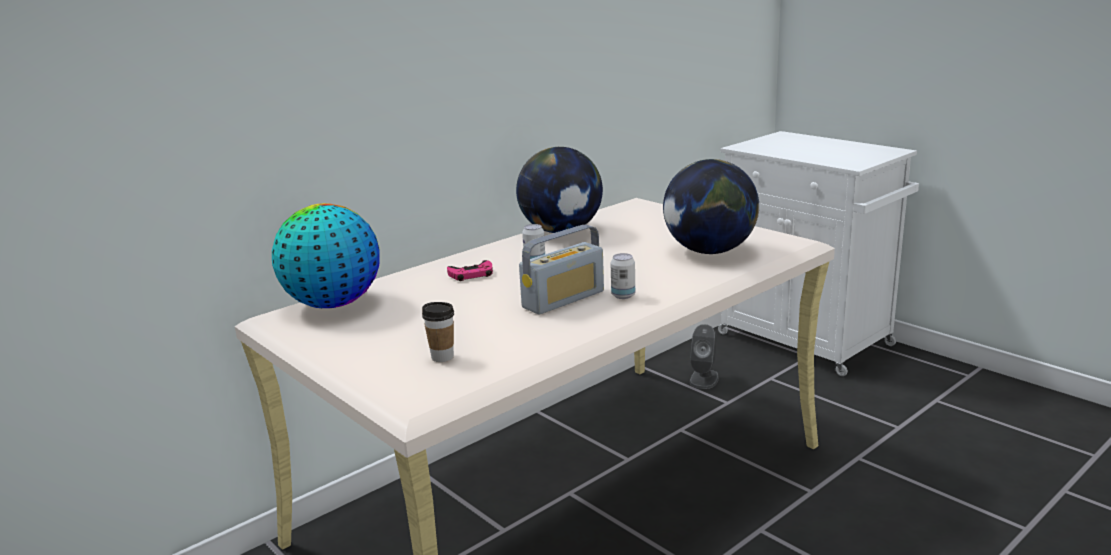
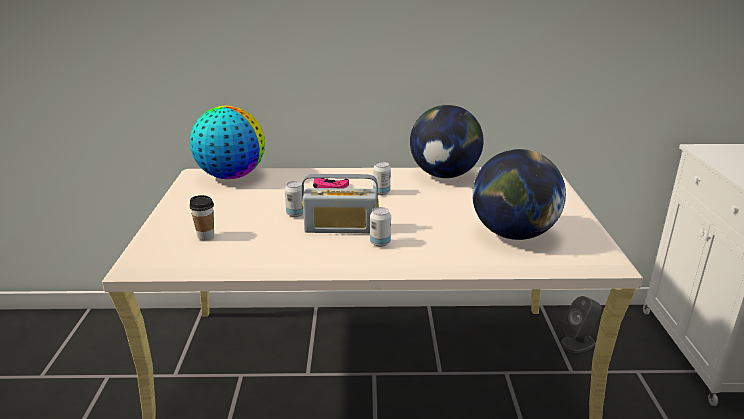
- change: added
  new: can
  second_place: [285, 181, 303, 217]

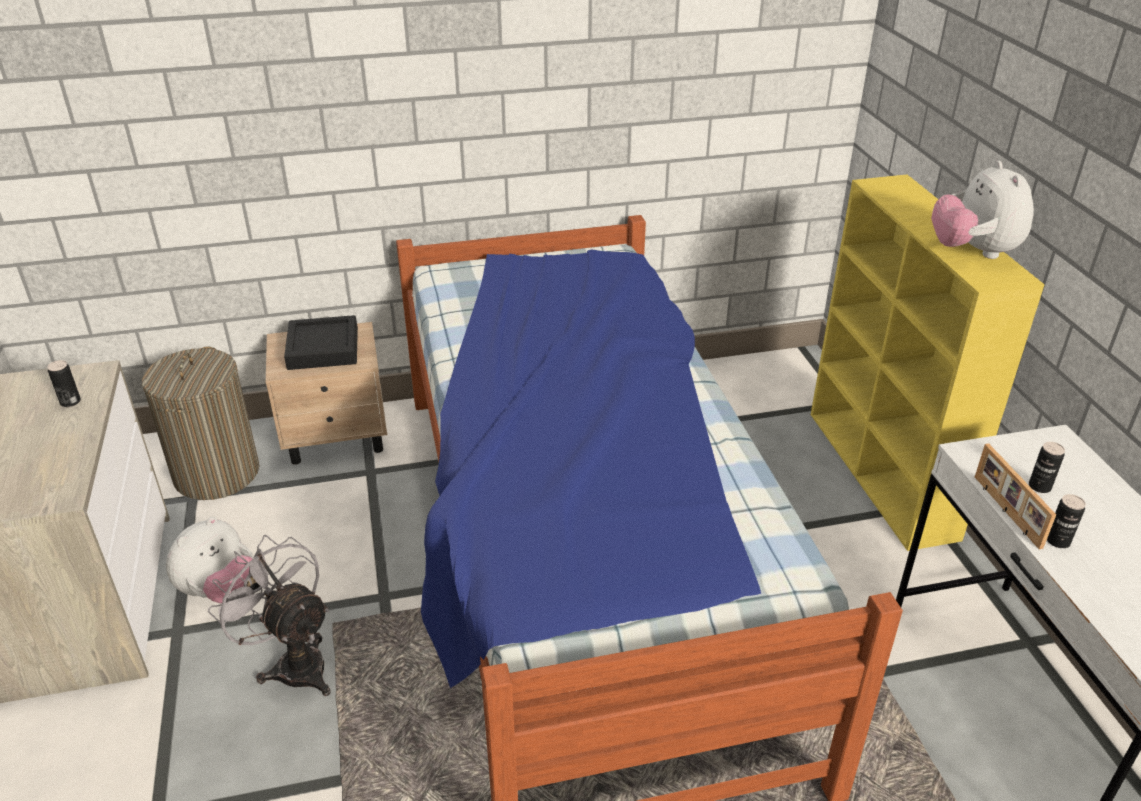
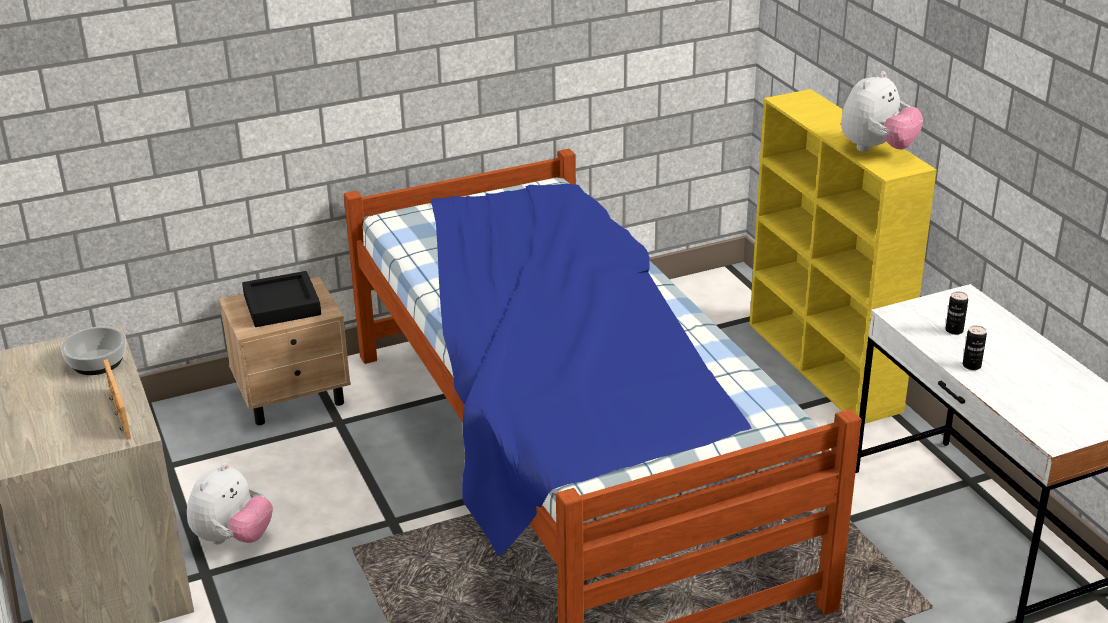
- change: replaced
  old: can
  new: bowl
  first_place: [47, 360, 81, 407]
  second_place: [61, 327, 126, 375]
- change: moved
  old: picture frame
  first_place: [975, 443, 1056, 549]
  second_place: [103, 359, 131, 440]
- change: turned
  old: soft toy
  first_place: [931, 161, 1034, 259]
  second_place: [841, 71, 923, 152]
  degrees: -120
- change: removed
  old: washing basket
  first_place: [142, 346, 259, 500]
- change: removed
  old: electric fan (grey)
  first_place: [208, 535, 331, 696]

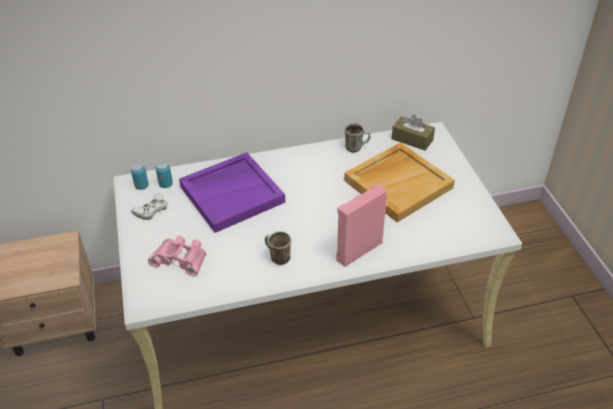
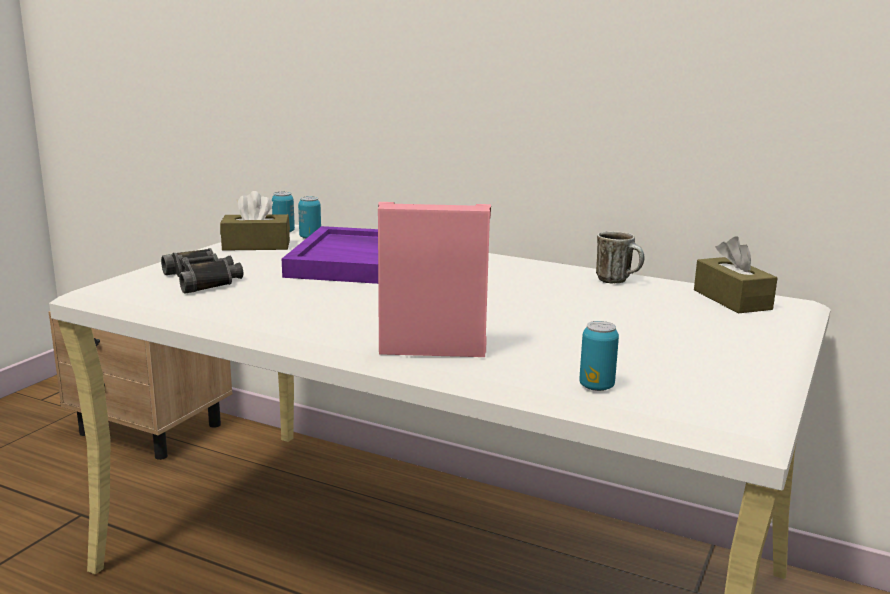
- change: recoloured
  old: binoculars (pink-coloured)
  new: binoculars (black)
  first_place: [148, 236, 206, 276]
  second_place: [161, 248, 243, 293]
- change: replaced
  old: gamepad (white-coloured)
  new: box of tissues (brown-coloured)
  first_place: [131, 193, 167, 220]
  second_place: [220, 191, 290, 251]
- change: added
  new: can
  second_place: [579, 321, 619, 391]
- change: removed
  old: coffee mug
  first_place: [265, 231, 291, 265]
- change: removed
  old: carrying tray (beige-coloured)
  first_place: [344, 142, 455, 222]

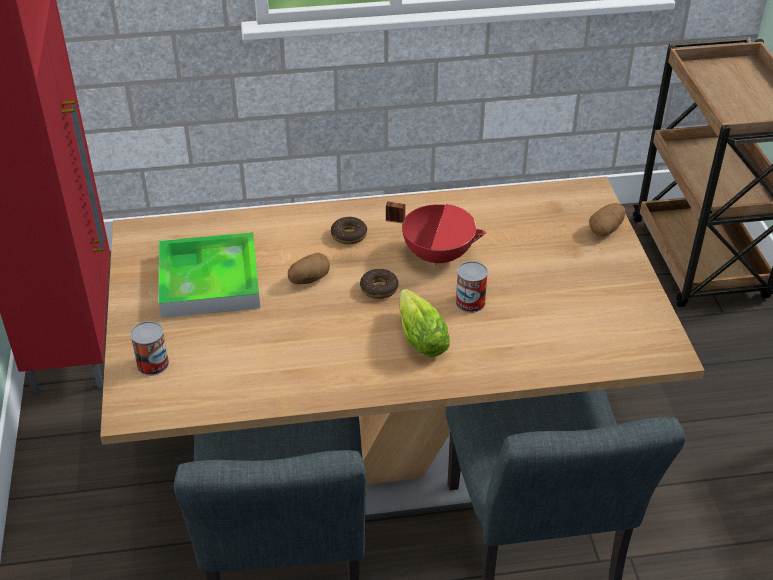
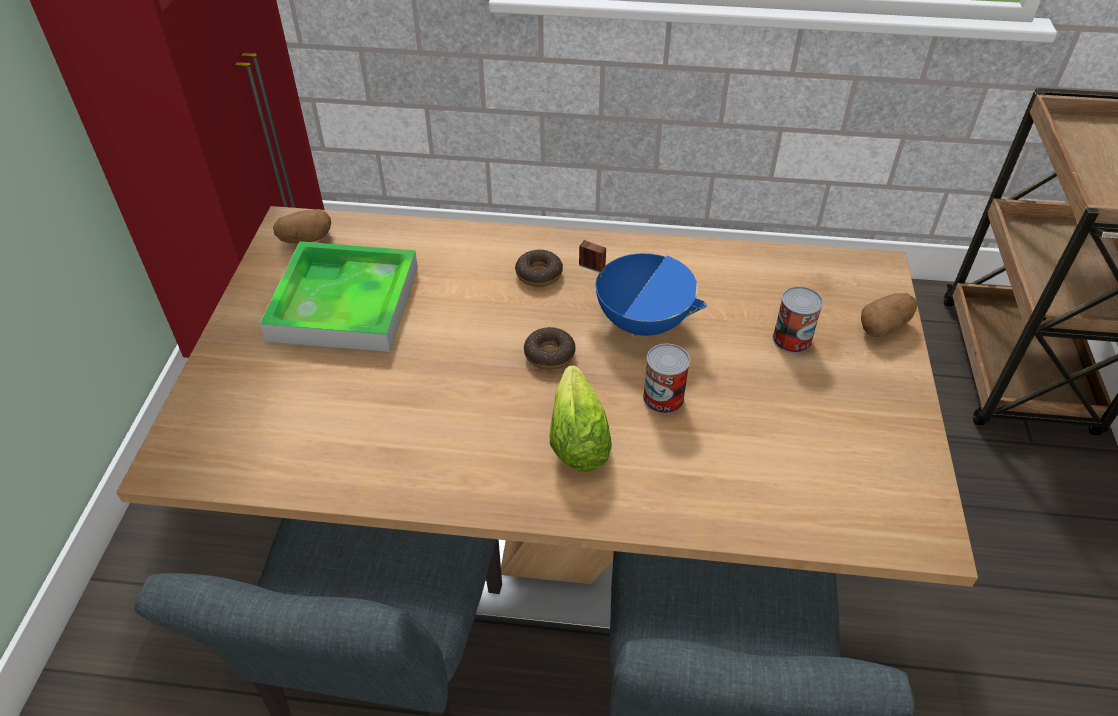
- change: moved
  old: potato
  first_place: [288, 253, 330, 284]
  second_place: [273, 209, 331, 244]
- change: recoloured
  old: cooking pot (red-coloured)
  new: cooking pot (blue)
  first_place: [386, 202, 486, 267]
  second_place: [579, 240, 707, 337]
- change: moved
  old: can
  first_place: [130, 321, 169, 376]
  second_place: [772, 286, 823, 353]

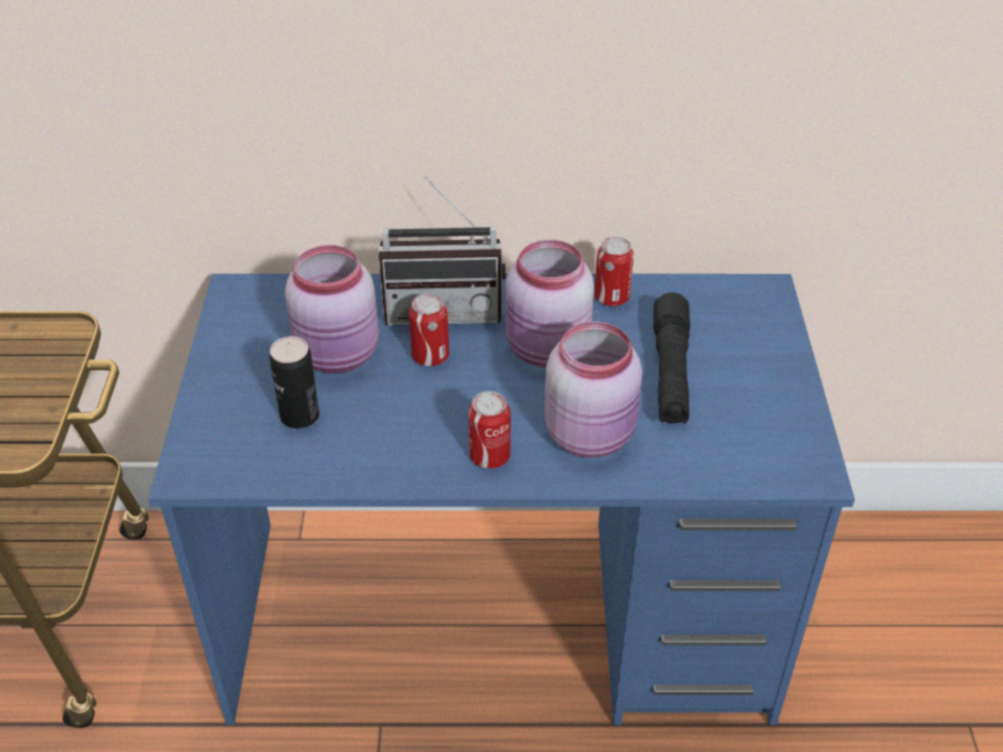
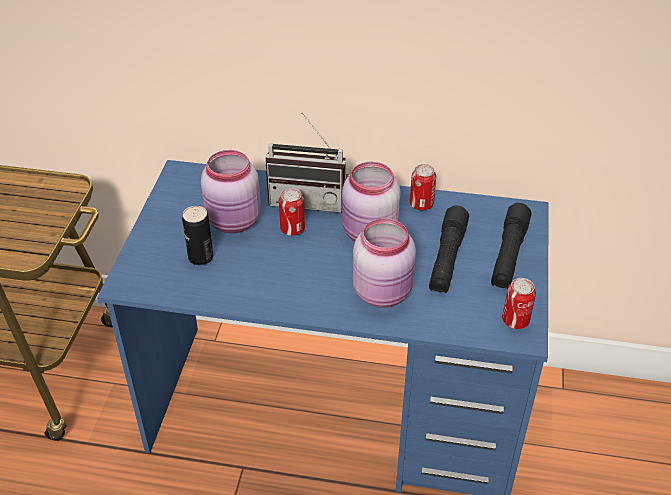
- change: added
  new: torch (black)
  second_place: [491, 203, 532, 289]
- change: moved
  old: can
  first_place: [468, 391, 511, 468]
  second_place: [502, 278, 536, 329]

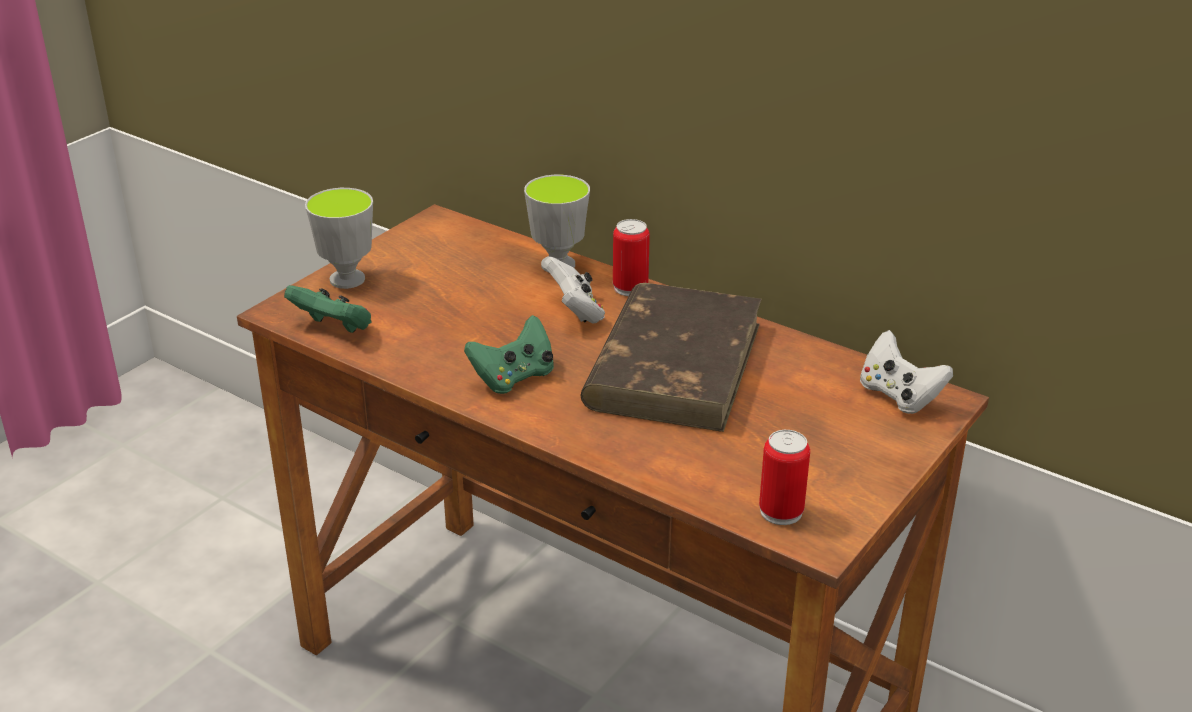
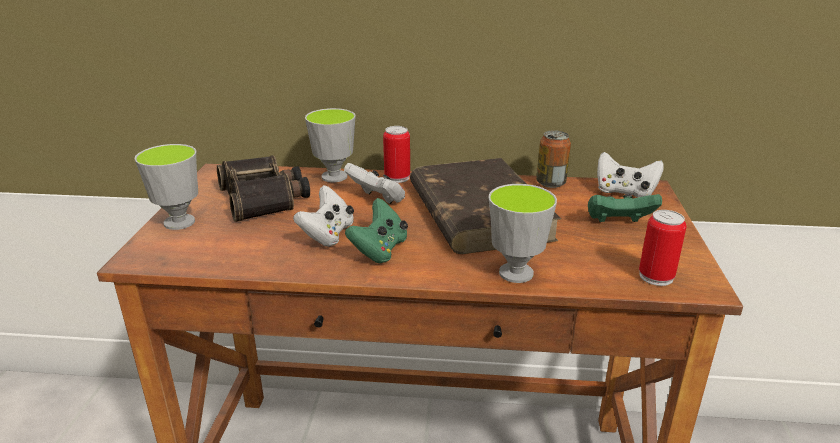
- change: added
  new: binoculars
  second_place: [217, 155, 310, 222]
- change: added
  new: gamepad (white-coloured)
  second_place: [293, 185, 354, 247]
- change: added
  new: small cup
  second_place: [488, 184, 557, 283]
- change: added
  new: can
  second_place: [536, 130, 571, 188]
- change: moved
  old: gamepad (green-coloured)
  first_place: [284, 285, 372, 333]
  second_place: [588, 194, 662, 222]

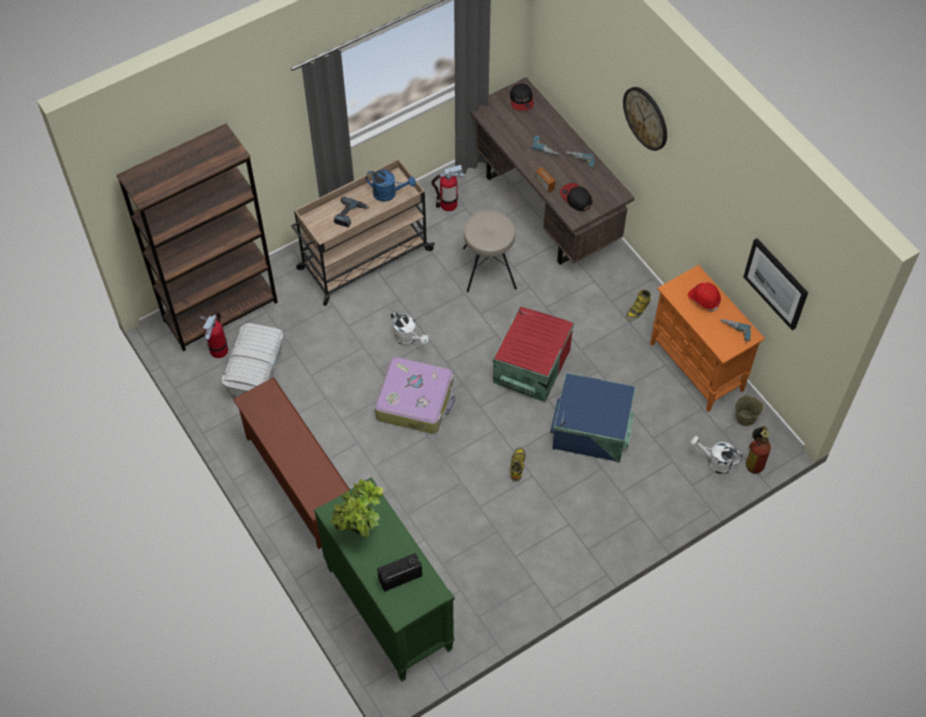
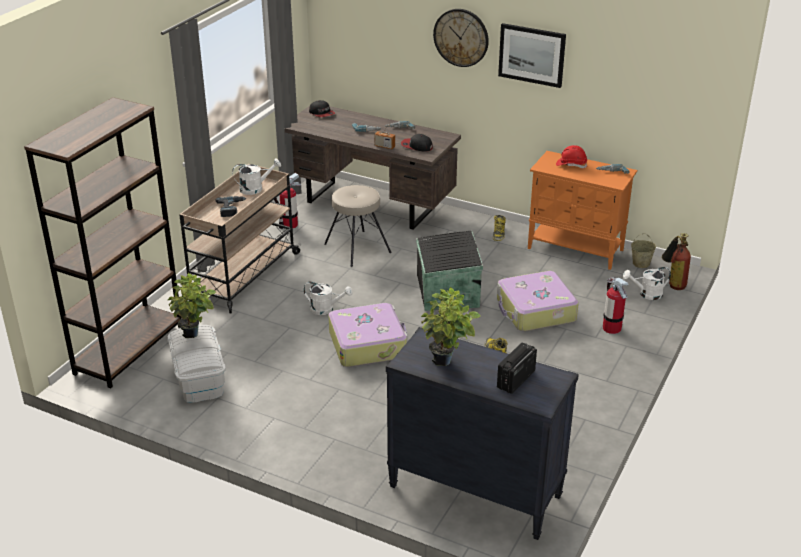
- change: added
  new: potted plant
  second_place: [168, 273, 216, 338]
- change: recoloured
  old: sprinkling can (blue)
  new: sprinkling can (white-coloured)
  first_place: [366, 170, 416, 202]
  second_place: [232, 159, 281, 195]
- change: recoloured
  old: drawer chest (green-coloured)
  new: drawer chest (black)
  first_place: [314, 477, 455, 681]
  second_place: [386, 327, 579, 540]
- change: recoloured
  old: storage box (red-coloured)
  new: storage box (black)
  first_place: [492, 306, 575, 402]
  second_place: [416, 231, 483, 311]
- change: replaced
  old: storage box (blue)
  new: piece of luggage
  first_place: [550, 373, 636, 463]
  second_place: [497, 271, 579, 331]
- change: moved
  old: wall picture
  first_place: [743, 238, 808, 330]
  second_place: [498, 23, 566, 88]
- change: moved
  old: fire-fighting cylinder
  first_place: [199, 313, 228, 358]
  second_place: [603, 277, 628, 334]
- change: removed
  old: shoe shelf (brown-coloured)
  first_place: [233, 377, 350, 549]

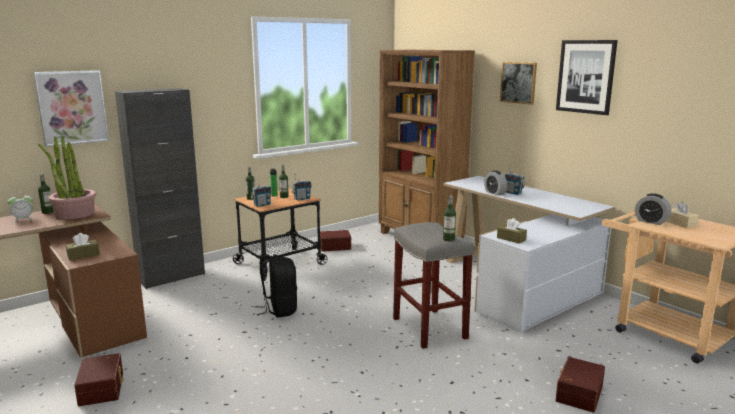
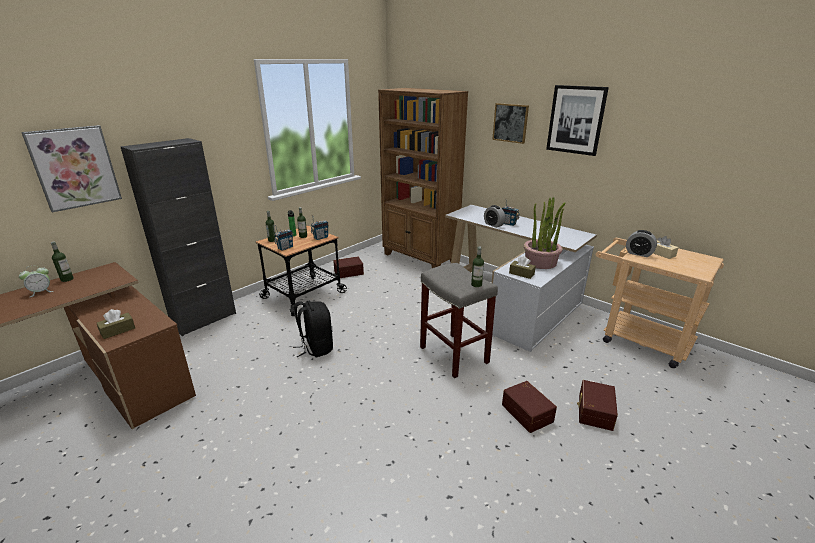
- change: moved
  old: storage box (brown-coloured)
  first_place: [74, 353, 124, 406]
  second_place: [502, 381, 557, 433]
- change: moved
  old: potted plant
  first_place: [38, 136, 96, 219]
  second_place: [524, 196, 566, 269]

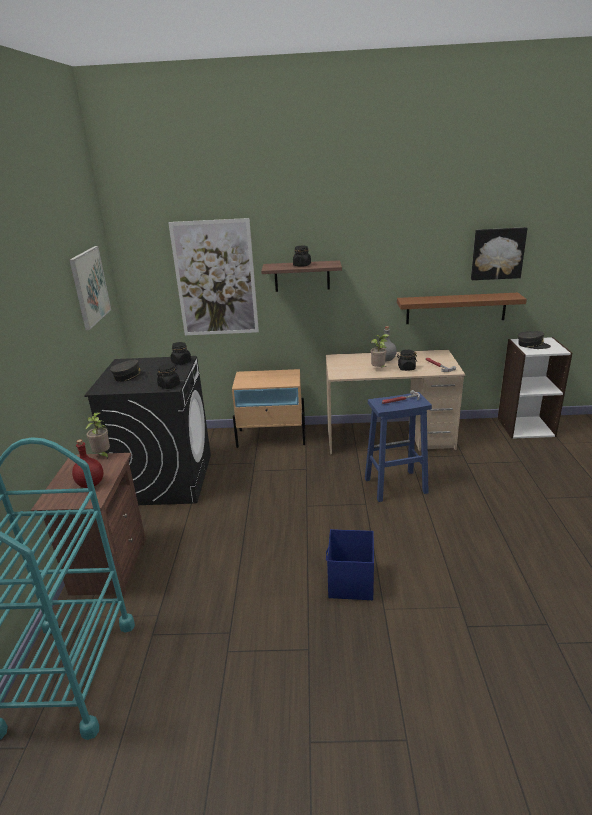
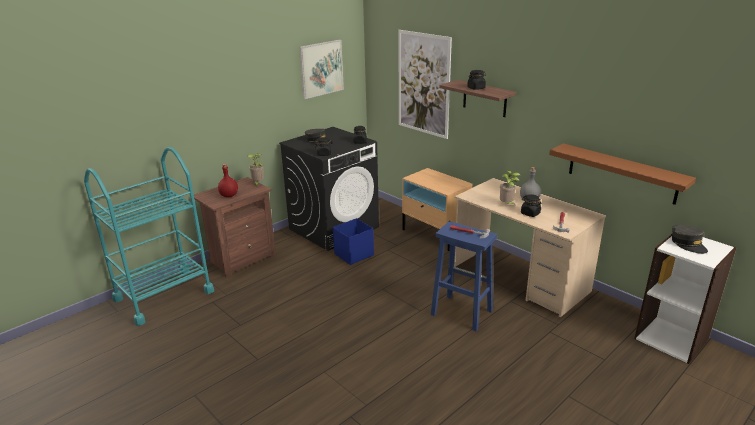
- change: moved
  old: storage box (blue)
  first_place: [326, 529, 374, 600]
  second_place: [333, 218, 374, 265]
- change: removed
  old: wall picture
  first_place: [471, 227, 528, 280]

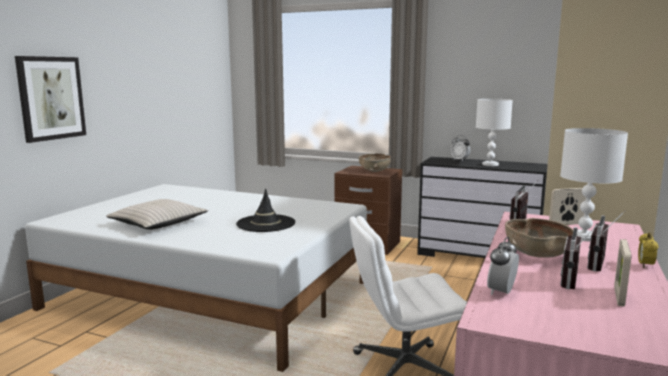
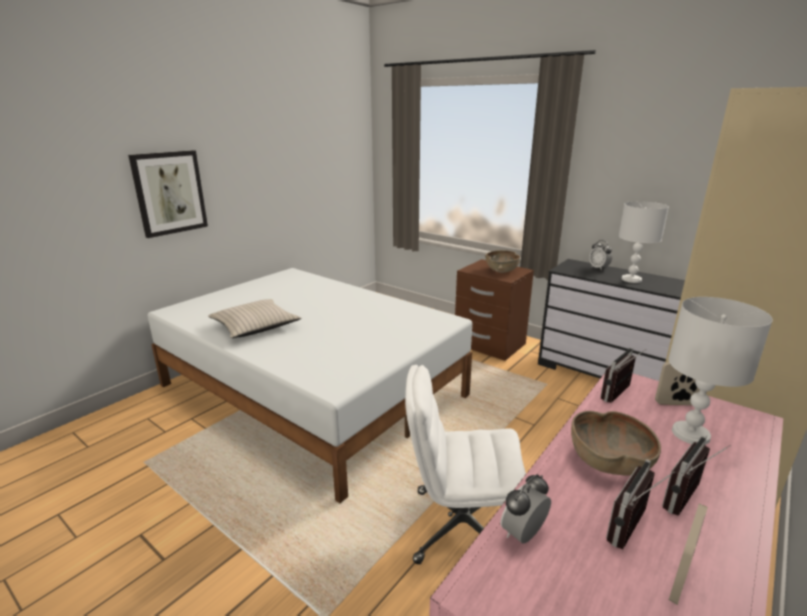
- change: removed
  old: clothing hat (black)
  first_place: [236, 189, 295, 232]
- change: removed
  old: bedside clock
  first_place: [638, 232, 659, 268]

